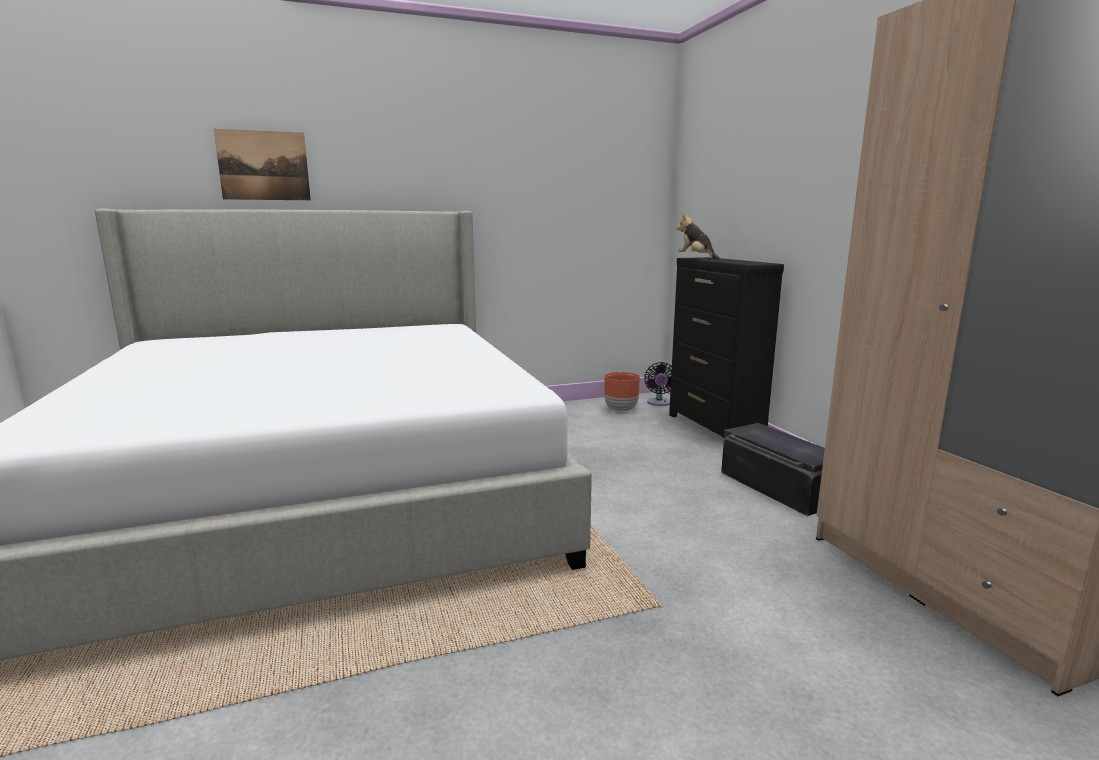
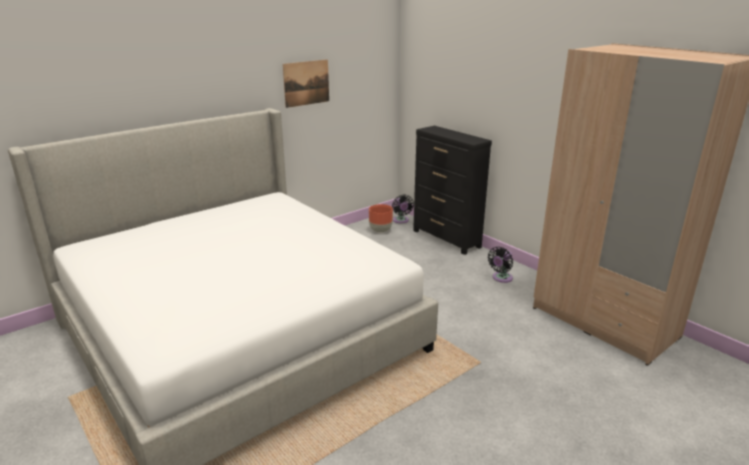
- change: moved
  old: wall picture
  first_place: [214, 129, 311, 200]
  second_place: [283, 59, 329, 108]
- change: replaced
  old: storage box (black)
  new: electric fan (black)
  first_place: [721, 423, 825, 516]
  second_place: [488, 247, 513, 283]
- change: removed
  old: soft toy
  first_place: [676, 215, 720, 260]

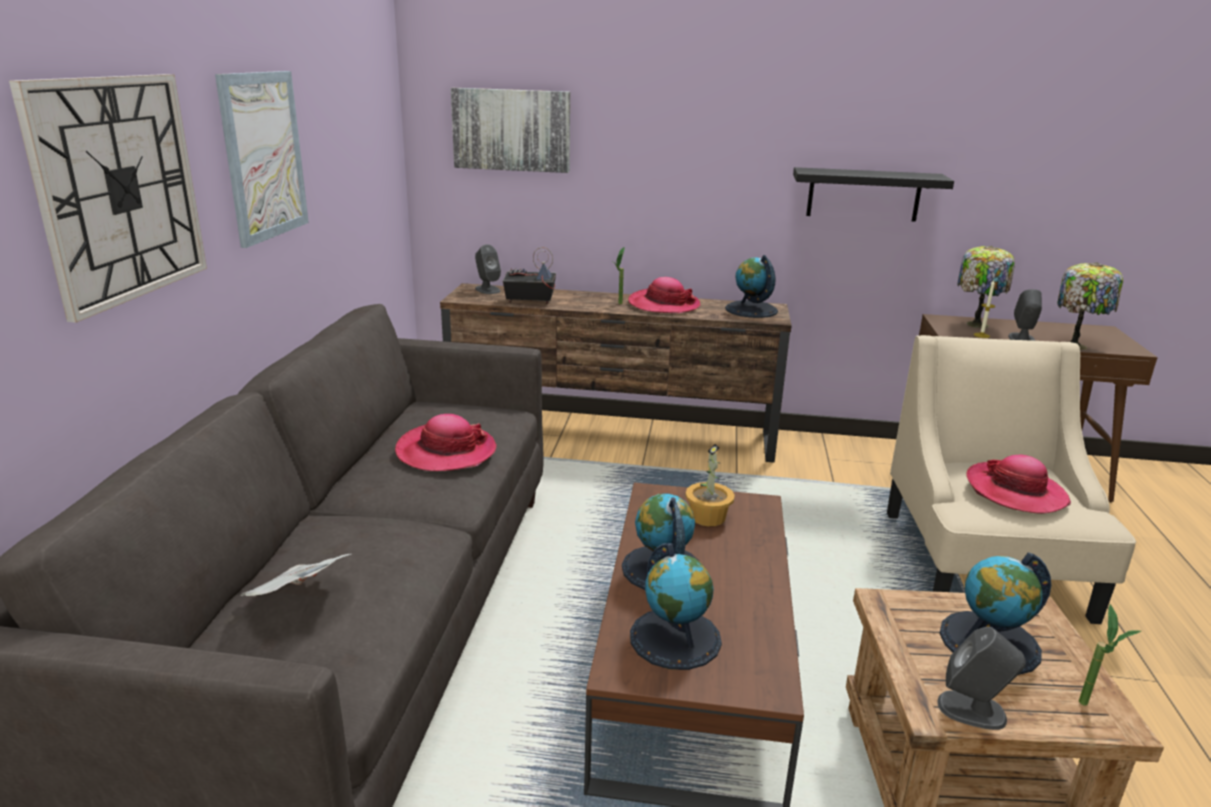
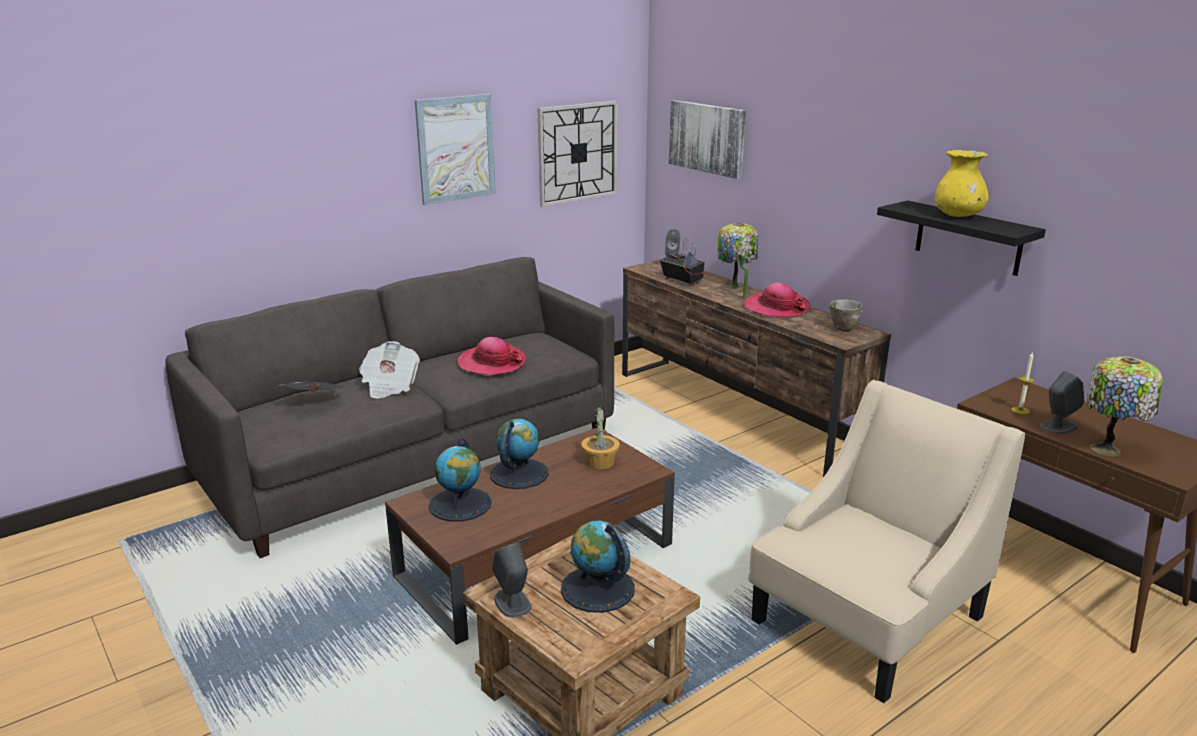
- change: added
  new: printed paper
  second_place: [359, 341, 420, 399]
- change: moved
  old: hanging clock
  first_place: [9, 74, 207, 323]
  second_place: [537, 101, 618, 207]
- change: moved
  old: tabletop lamp
  first_place: [957, 246, 1015, 328]
  second_place: [717, 223, 758, 290]
- change: replaced
  old: desk globe
  new: bowl
  first_place: [725, 255, 778, 318]
  second_place: [828, 299, 863, 332]
- change: added
  new: vase (yellow)
  second_place: [935, 150, 989, 217]
- change: removed
  old: clothing hat
  first_place: [966, 454, 1071, 514]
- change: removed
  old: potted plant
  first_place: [1079, 604, 1141, 706]

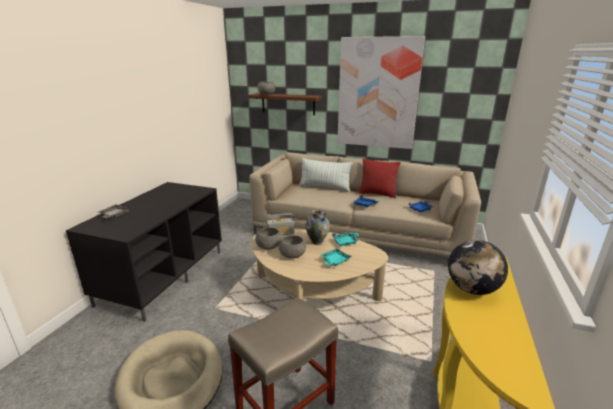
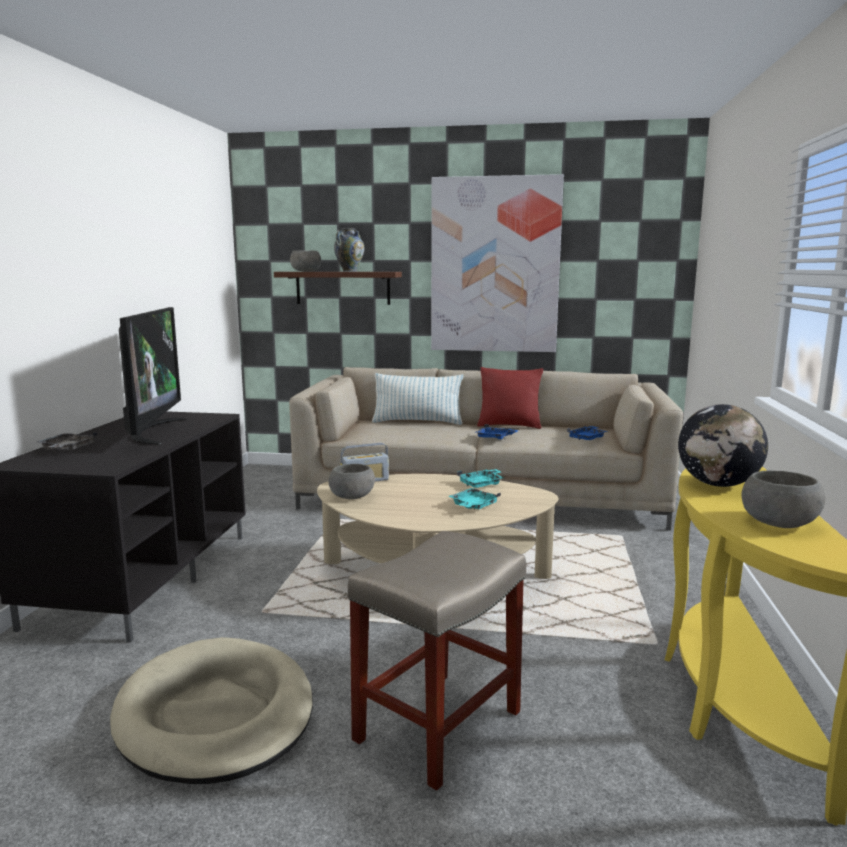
- change: added
  new: TV
  second_place: [119, 307, 187, 444]
- change: moved
  old: vase
  first_place: [305, 210, 330, 245]
  second_place: [334, 228, 364, 272]
- change: moved
  old: bowl (grey)
  first_place: [279, 235, 306, 259]
  second_place: [741, 470, 826, 528]

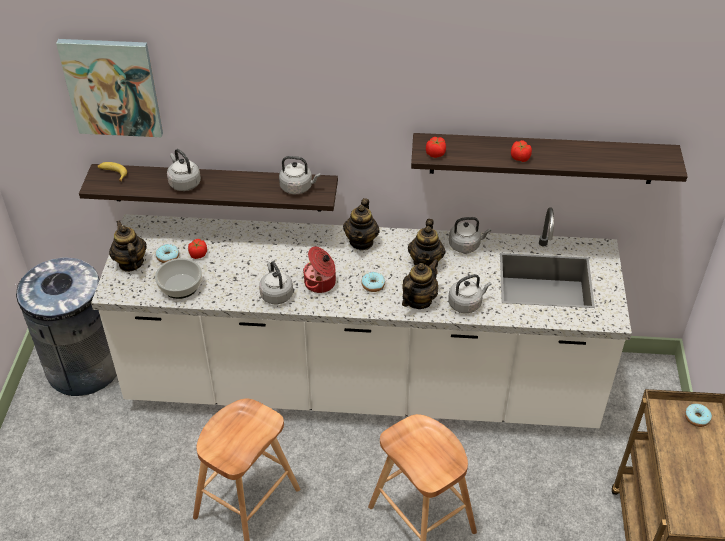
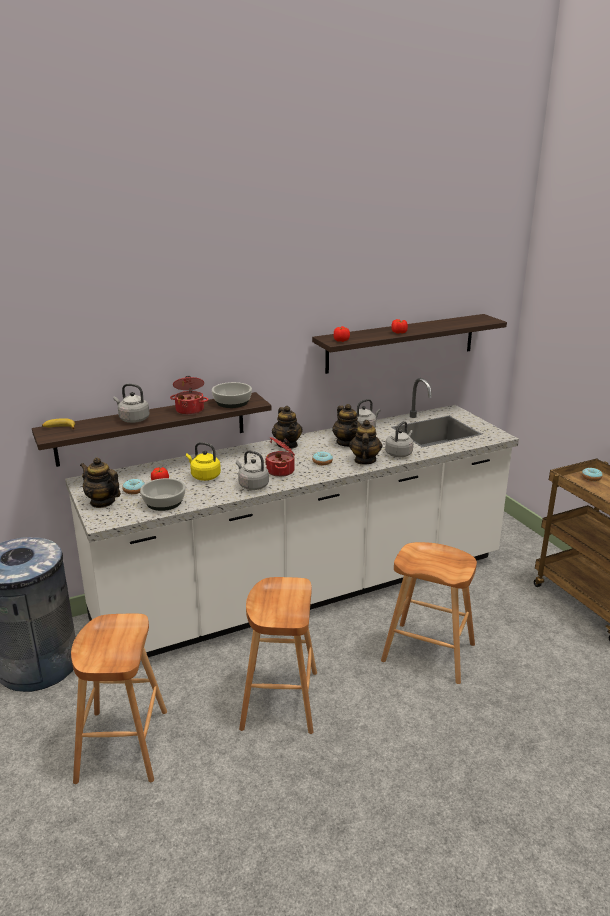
- change: added
  new: stool seat (brown-coloured)
  second_place: [71, 614, 167, 784]
- change: added
  new: cooking pot
  second_place: [170, 376, 209, 415]
- change: added
  new: water kettle (yellow)
  second_place: [186, 442, 221, 481]
- change: replaced
  old: water kettle (grey)
  new: bowl
  first_place: [279, 156, 320, 194]
  second_place: [212, 382, 252, 408]
- change: removed
  old: wall picture
  first_place: [56, 39, 163, 137]

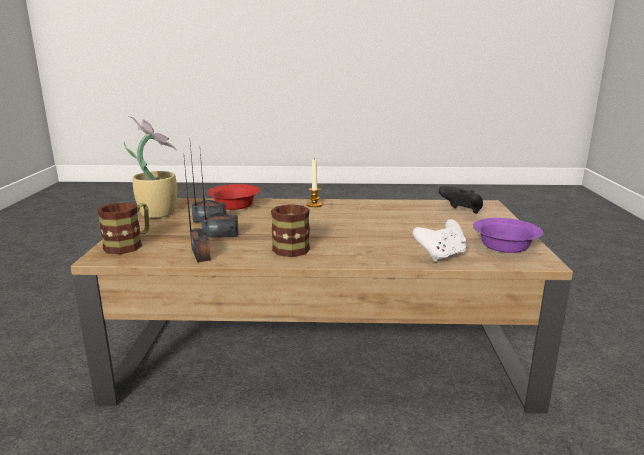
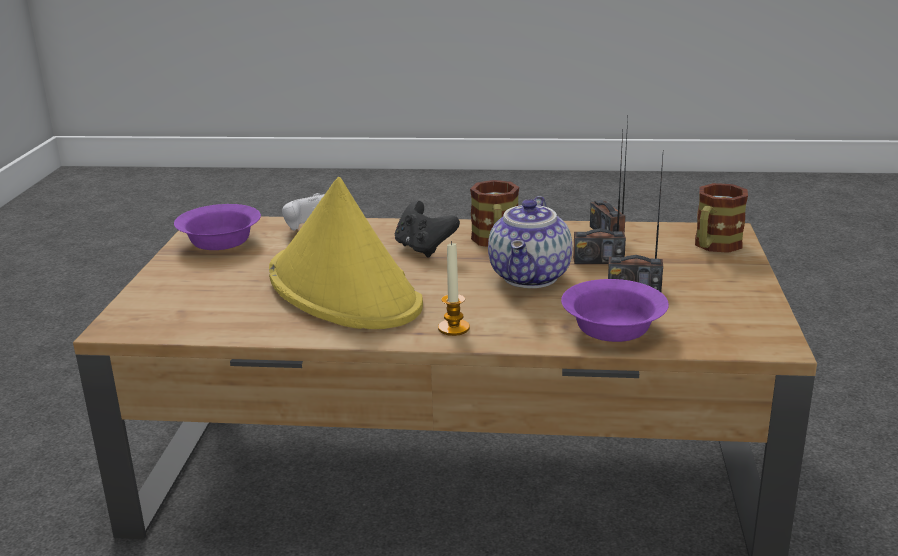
- change: added
  new: clothing hat (yellow)
  second_place: [269, 177, 423, 329]
- change: moved
  old: gamepad (black)
  first_place: [439, 186, 483, 214]
  second_place: [395, 201, 460, 257]
- change: added
  new: teapot
  second_place: [488, 196, 572, 288]
- change: recoloured
  old: bowl (red-coloured)
  new: bowl (purple)
  first_place: [207, 184, 260, 210]
  second_place: [561, 279, 669, 342]
- change: removed
  old: potted plant
  first_place: [123, 115, 177, 218]

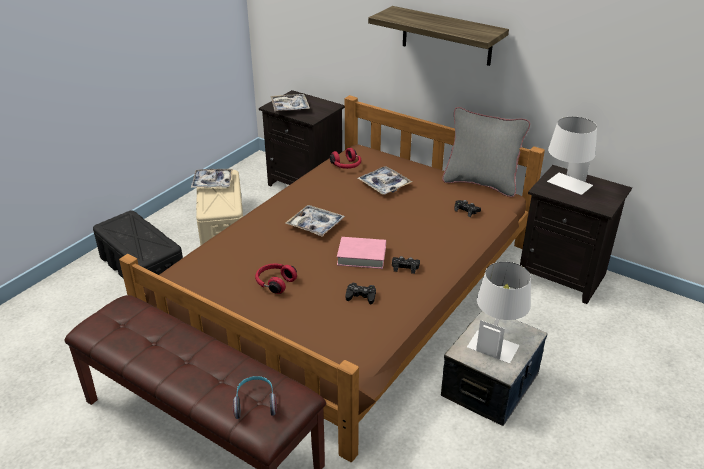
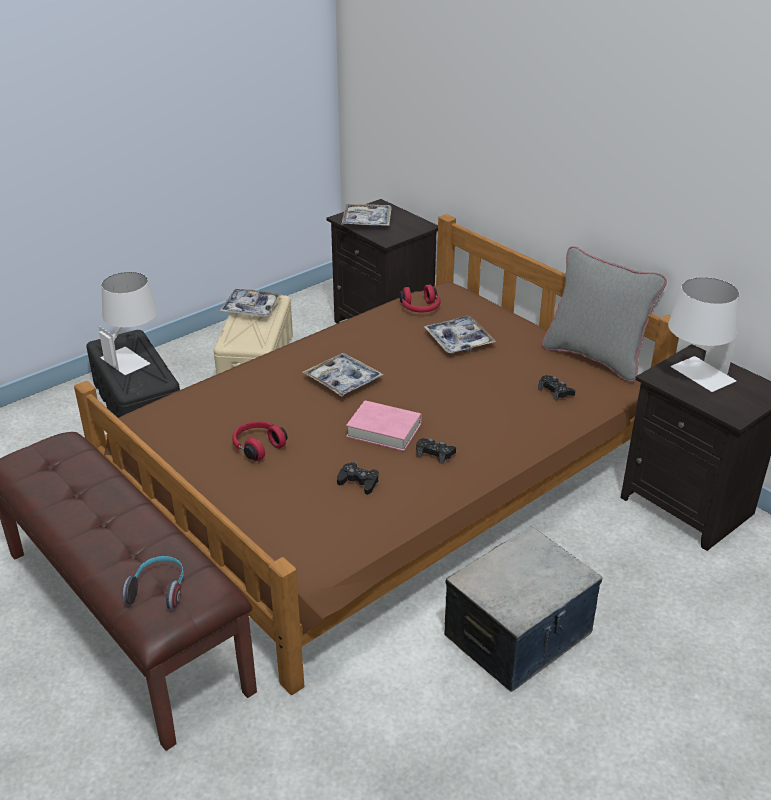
- change: moved
  old: tabletop lamp (white-coloured)
  first_place: [467, 262, 531, 363]
  second_place: [99, 272, 157, 375]
- change: removed
  old: bracket shelf
  first_place: [368, 6, 509, 66]

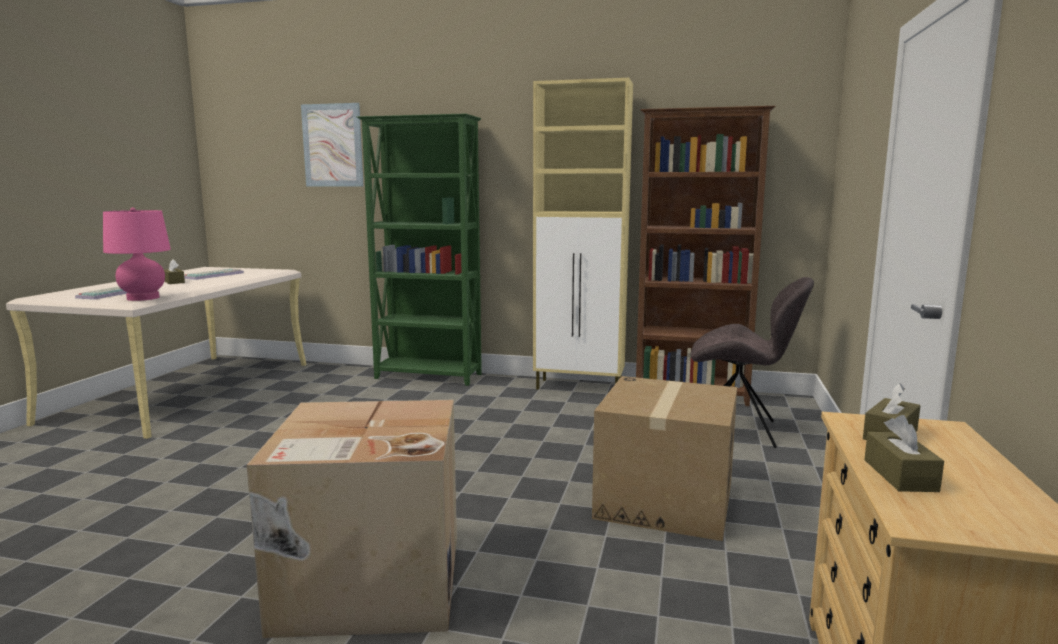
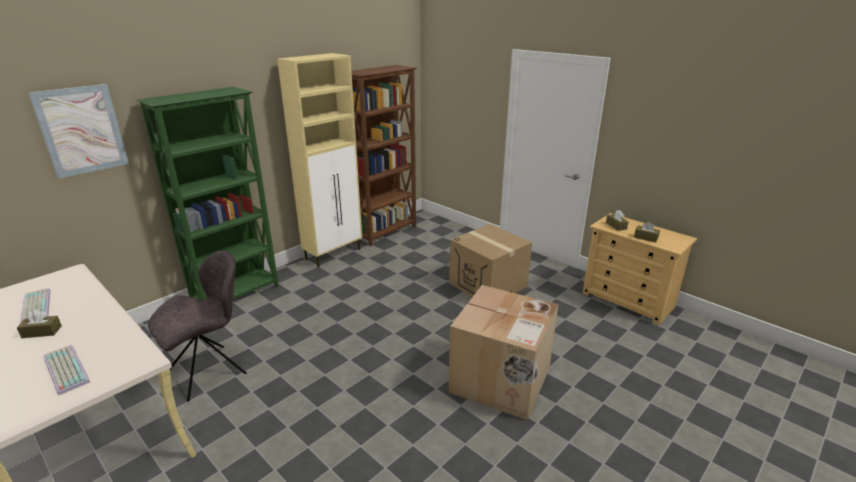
- change: moved
  old: chair (grey)
  first_place: [690, 277, 814, 448]
  second_place: [148, 251, 247, 402]
- change: removed
  old: tabletop lamp (pink-coloured)
  first_place: [103, 207, 171, 301]

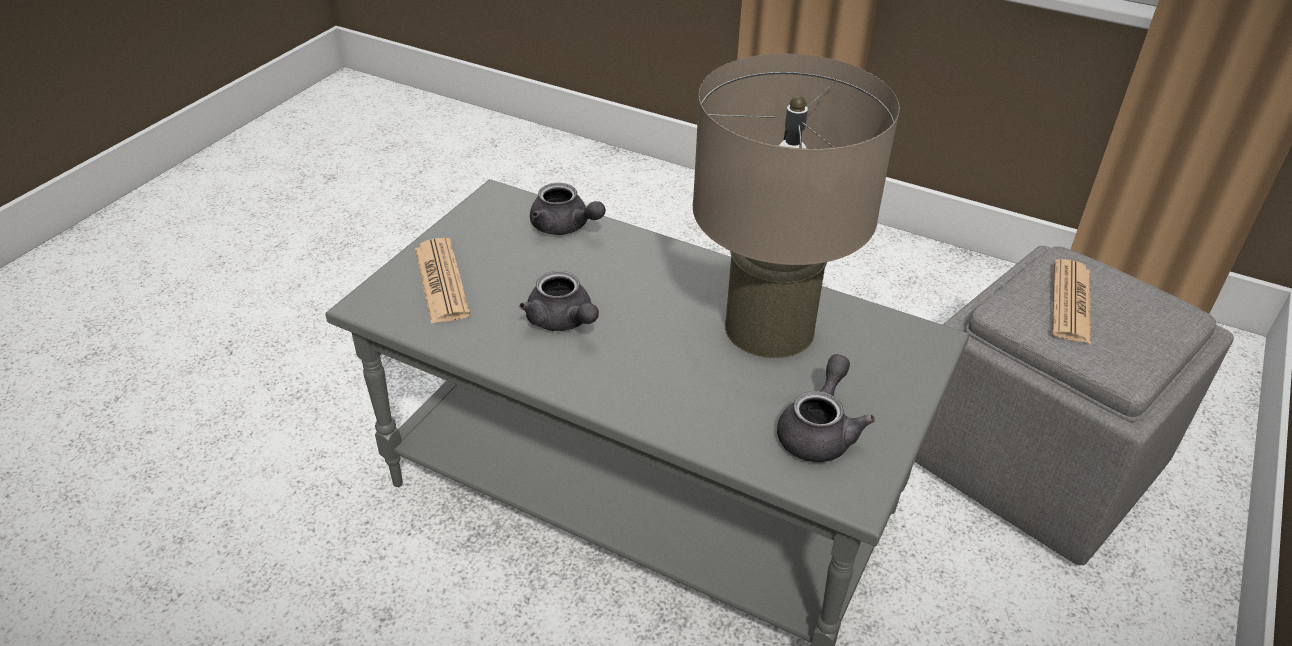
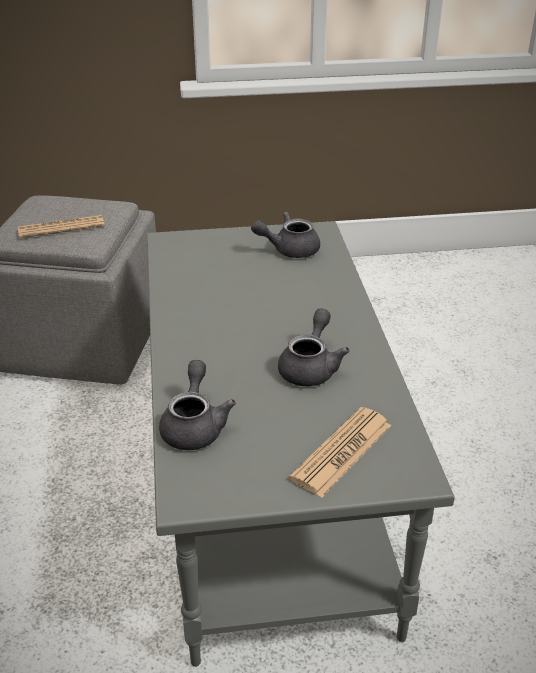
- change: removed
  old: tabletop lamp (beige-coloured)
  first_place: [693, 54, 900, 358]

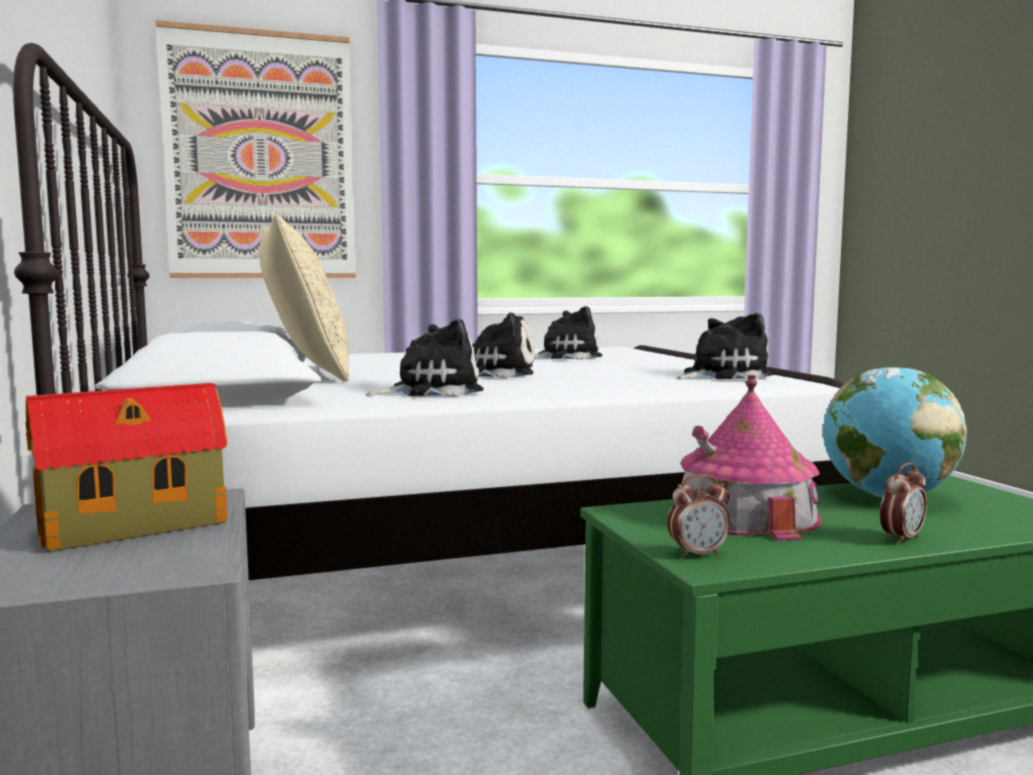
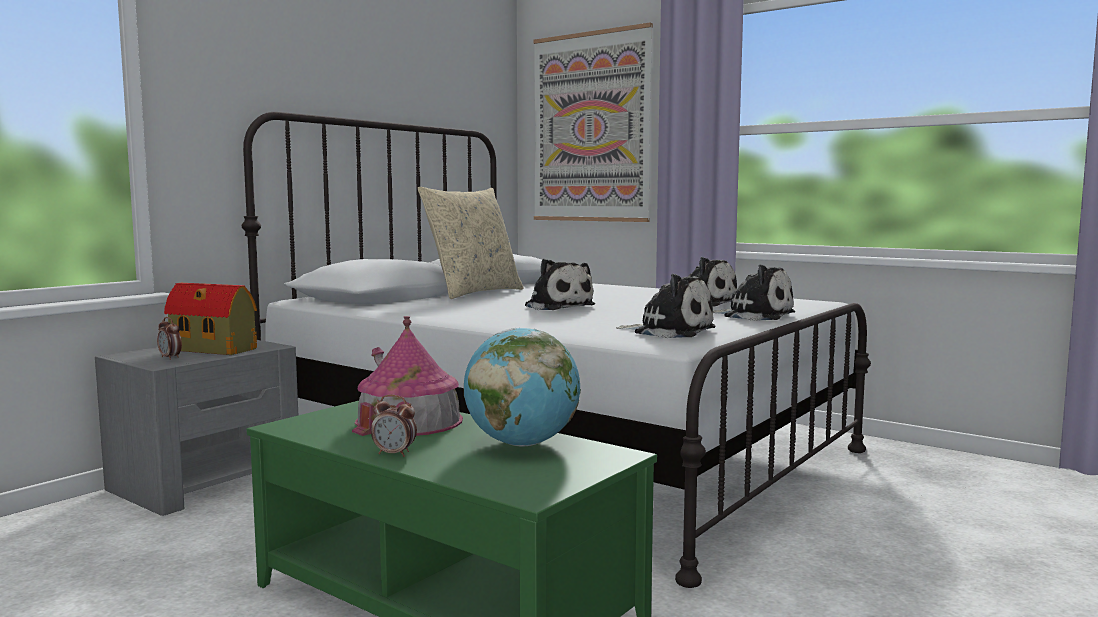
- change: moved
  old: bedside clock
  first_place: [667, 474, 730, 558]
  second_place: [157, 317, 182, 360]
- change: moved
  old: soft toy
  first_place: [366, 319, 484, 396]
  second_place: [713, 264, 795, 321]

